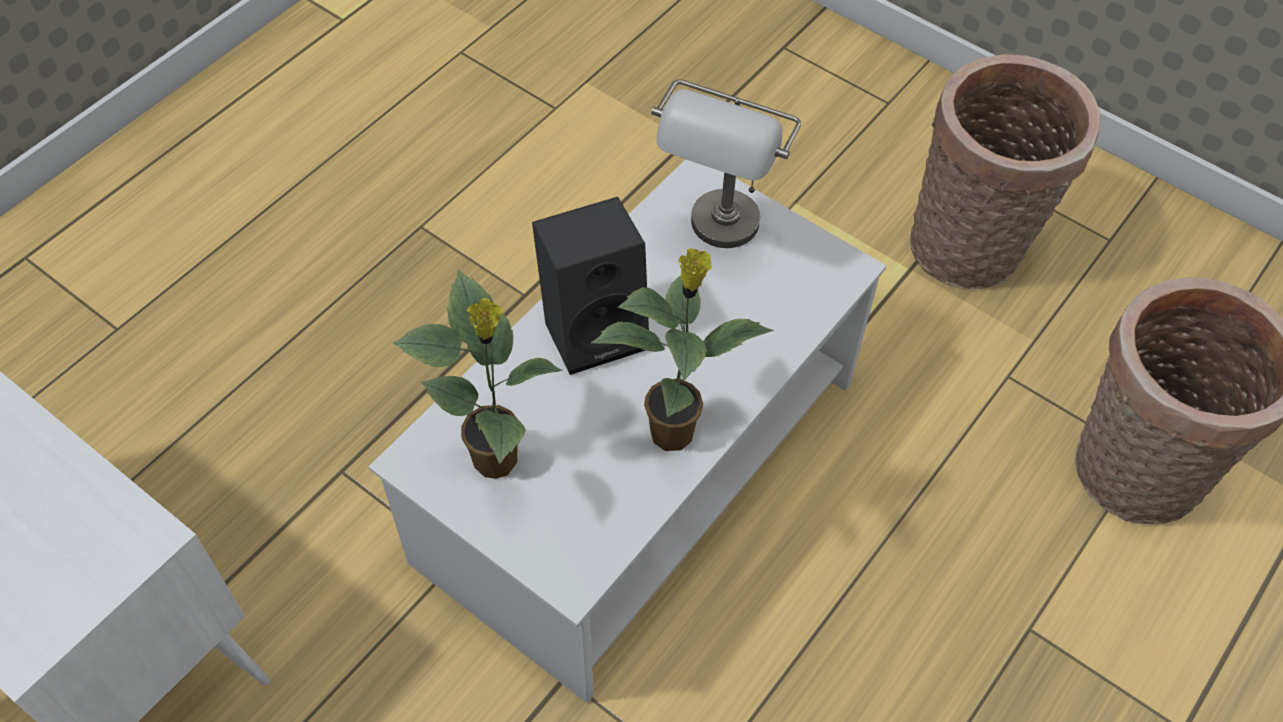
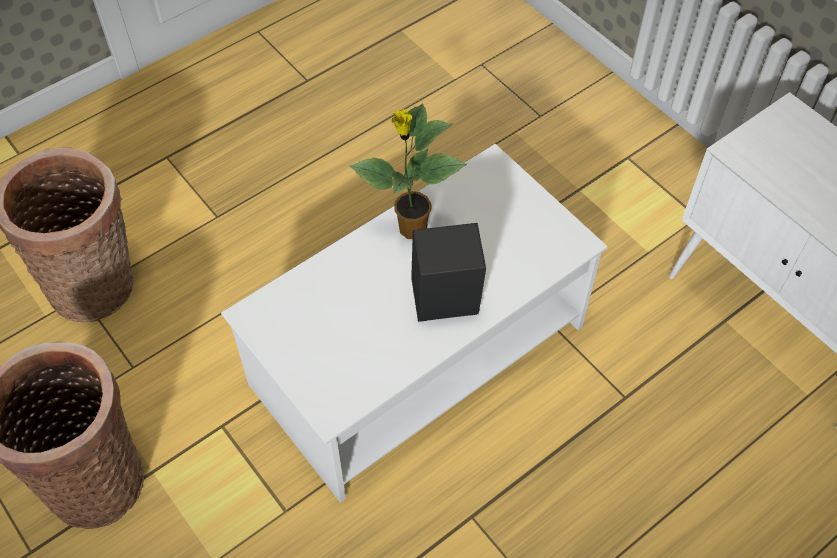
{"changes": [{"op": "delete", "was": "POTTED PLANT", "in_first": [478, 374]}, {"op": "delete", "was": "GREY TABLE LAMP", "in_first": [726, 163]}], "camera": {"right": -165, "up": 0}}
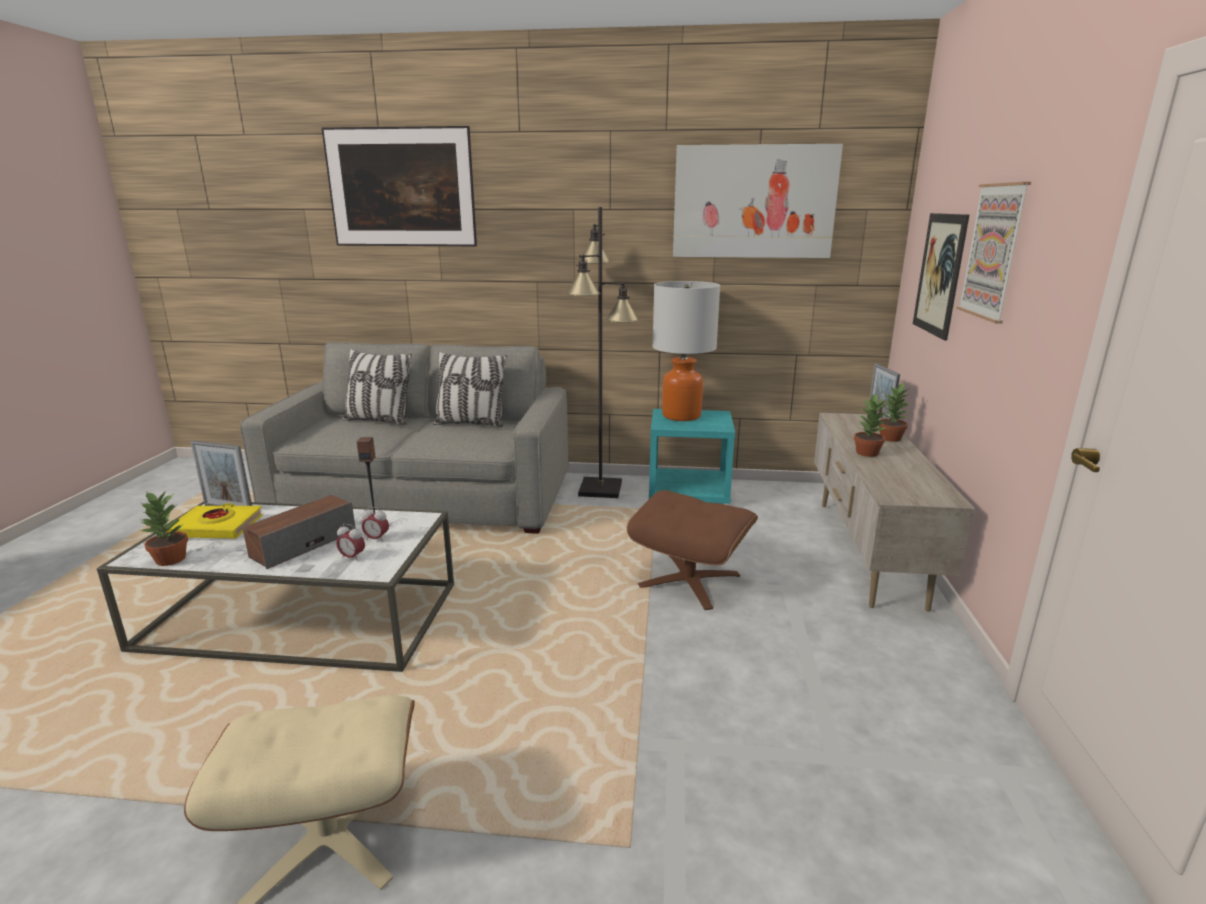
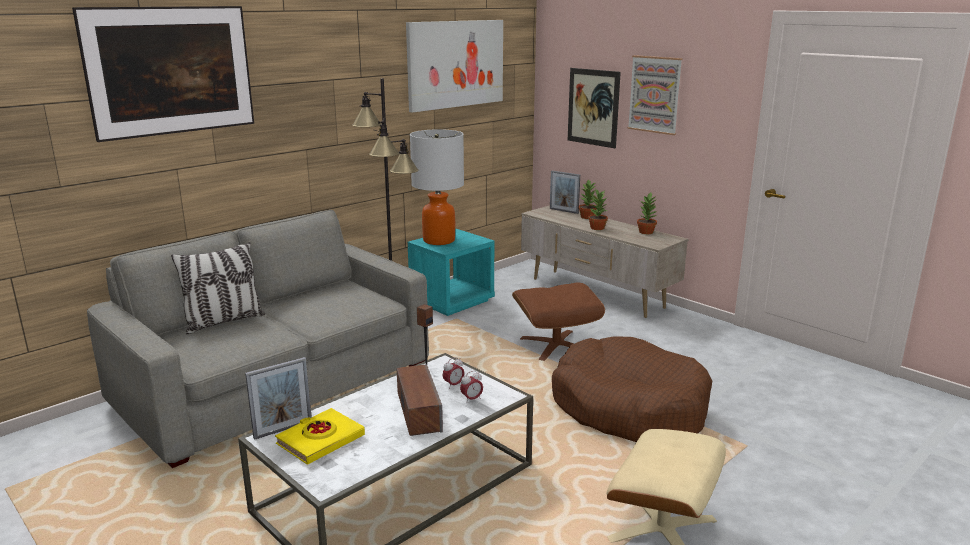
{"changes": [{"op": "delete", "was": "PILLOW", "in_first": [470, 389]}, {"op": "insert", "now": "BROWN DOG BED", "in_second": [632, 389]}, {"op": "move", "was": "POTTED PLANT", "in_first": [163, 528], "in_second": [647, 213]}], "camera": {"right": -50, "up": 0}}
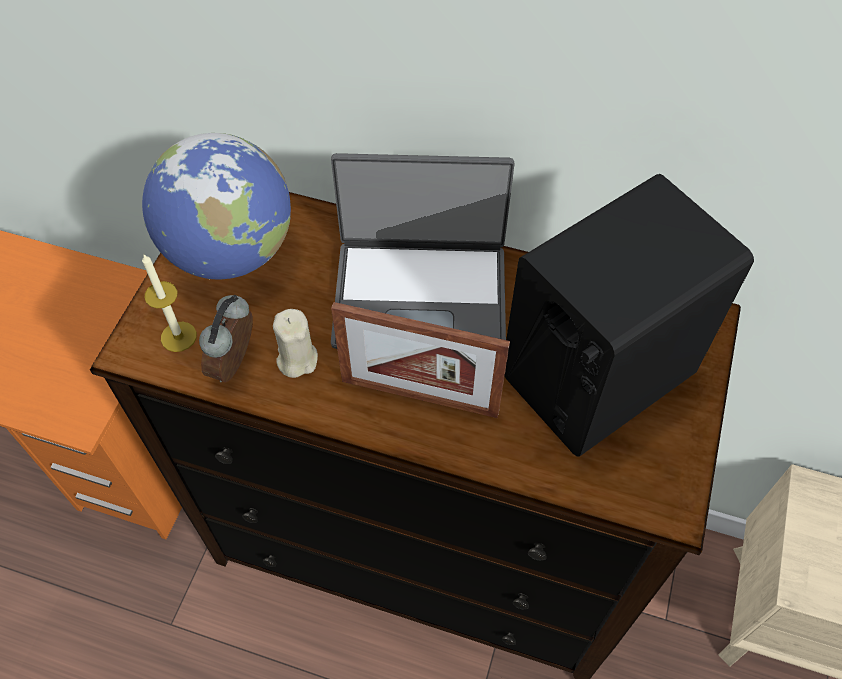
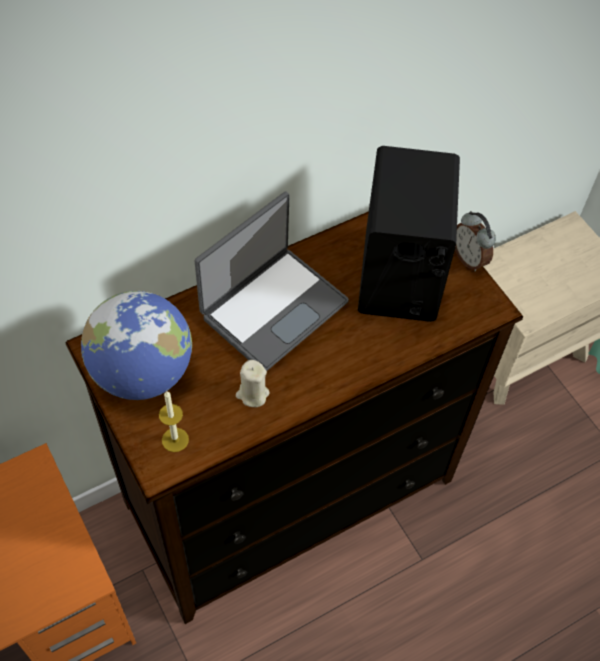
{"changes": [{"op": "delete", "was": "PICTURE FRAME", "in_first": [420, 360]}, {"op": "move", "was": "ALARM CLOCK", "in_first": [226, 338], "in_second": [475, 241]}], "camera": {"right": -50, "up": 0}}
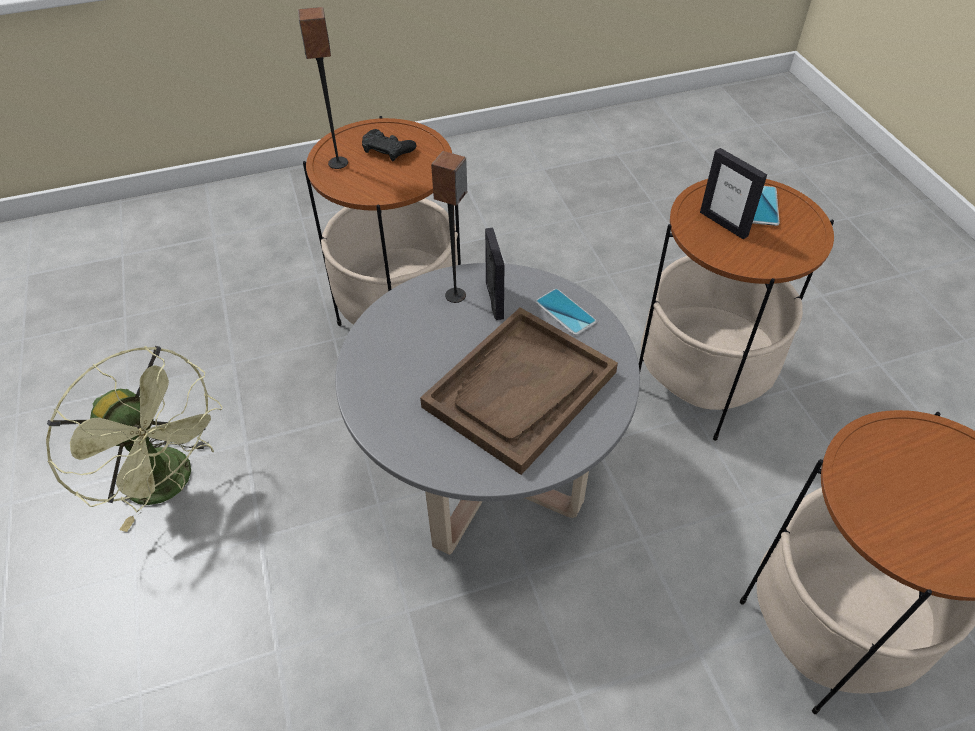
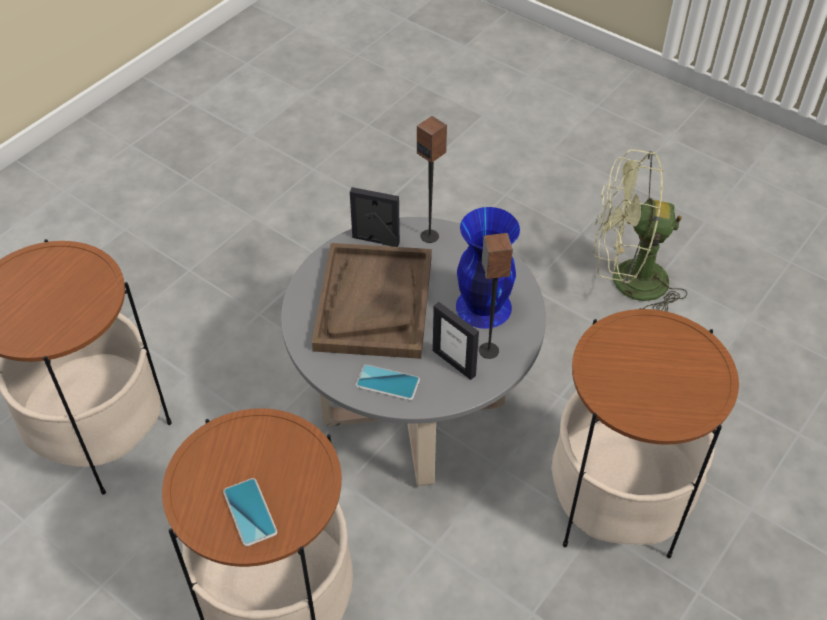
{"changes": [{"op": "delete", "was": "BLACK GAME CONTROLLER", "in_first": [389, 145]}, {"op": "insert", "now": "BLUE VASE", "in_second": [488, 268]}, {"op": "move", "was": "SPEAKER", "in_first": [323, 88], "in_second": [432, 179]}, {"op": "move", "was": "PICTURE FRAME", "in_first": [733, 193], "in_second": [375, 217]}], "camera": {"right": 145, "up": 0}}
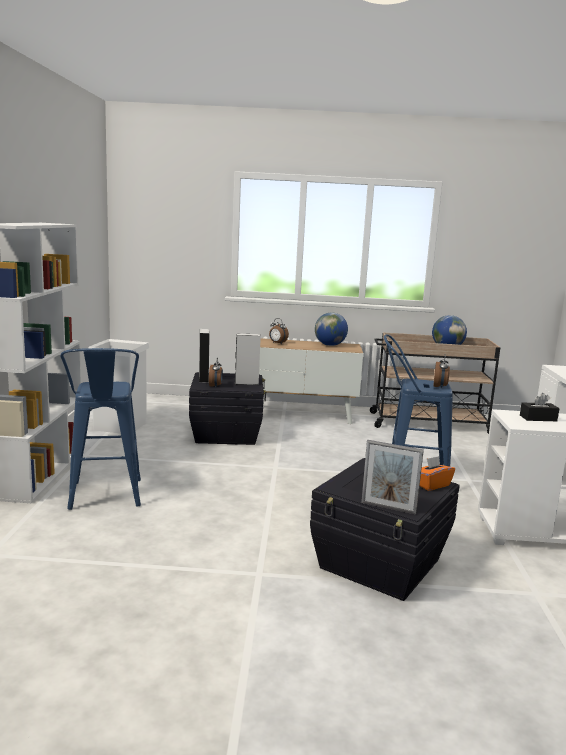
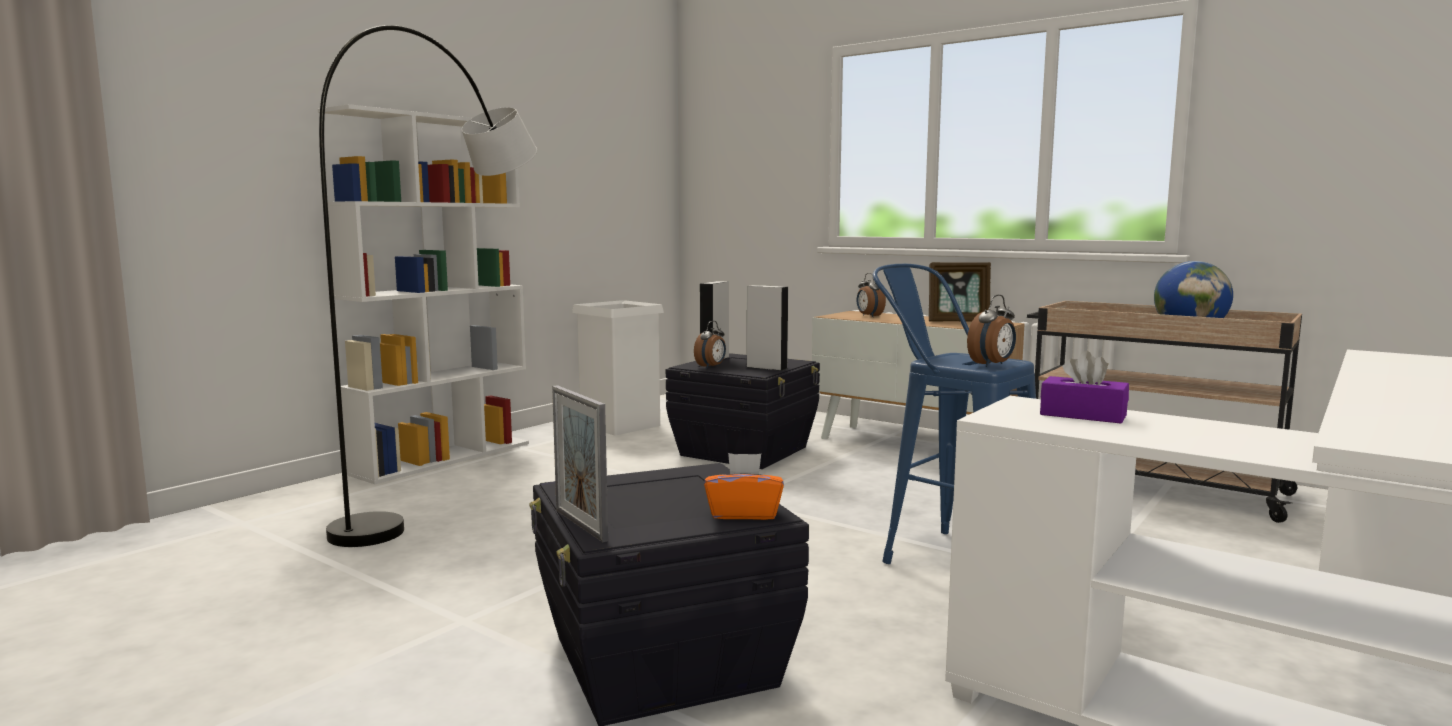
{"changes": [{"op": "replace", "was": "BLUE STOOL", "now": "GREY FLOOR LAMP", "in_first": [100, 429], "in_second": [428, 286]}, {"op": "replace", "was": "GLOBE", "now": "PICTURE FRAME", "in_first": [331, 329], "in_second": [960, 292]}, {"op": "recolor", "was": "BLACK TISSUE BOX", "now": "PURPLE TISSUE BOX", "in_first": [540, 407], "in_second": [1084, 387]}], "camera": {"right": 35, "up": -5}}
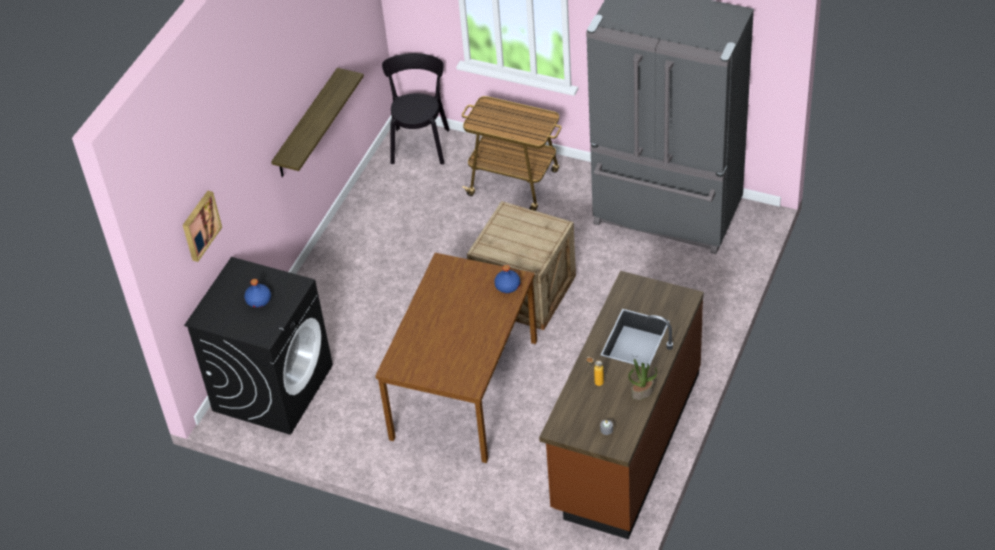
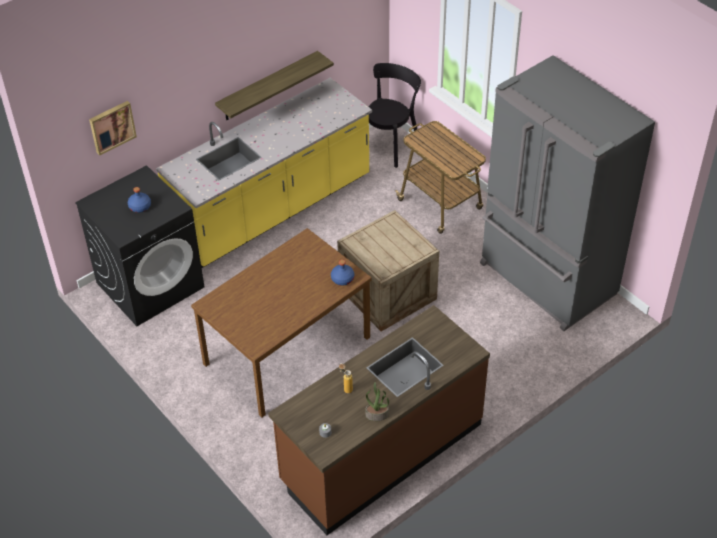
{"changes": [{"op": "insert", "now": "YELLOW COUNTER", "in_second": [264, 173]}], "camera": {"right": 25, "up": 0}}
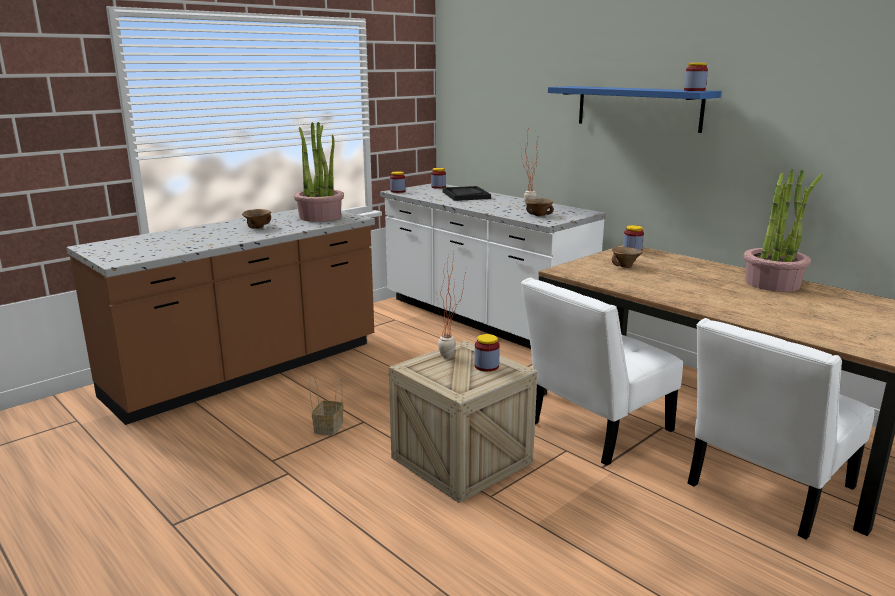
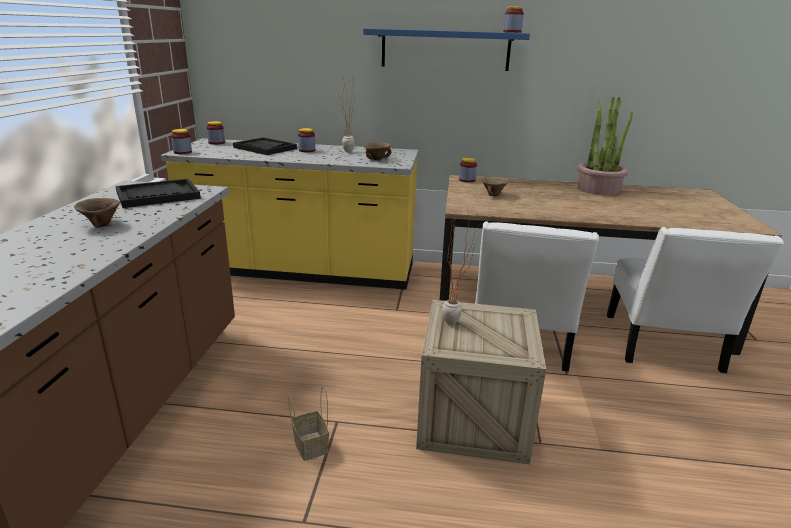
{"changes": [{"op": "move", "was": "JAR", "in_first": [487, 353], "in_second": [306, 140]}, {"op": "replace", "was": "POTTED PLANT", "now": "BLACK TRAY", "in_first": [319, 172], "in_second": [158, 193]}, {"op": "recolor", "was": "WHITE COUNTER", "now": "YELLOW COUNTER", "in_first": [493, 266], "in_second": [290, 214]}], "camera": {"right": -40, "up": 5}}
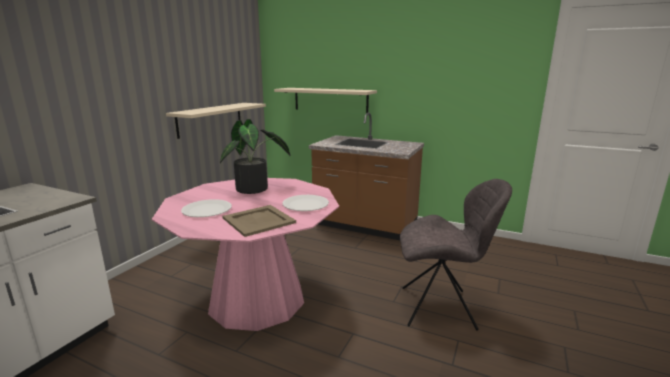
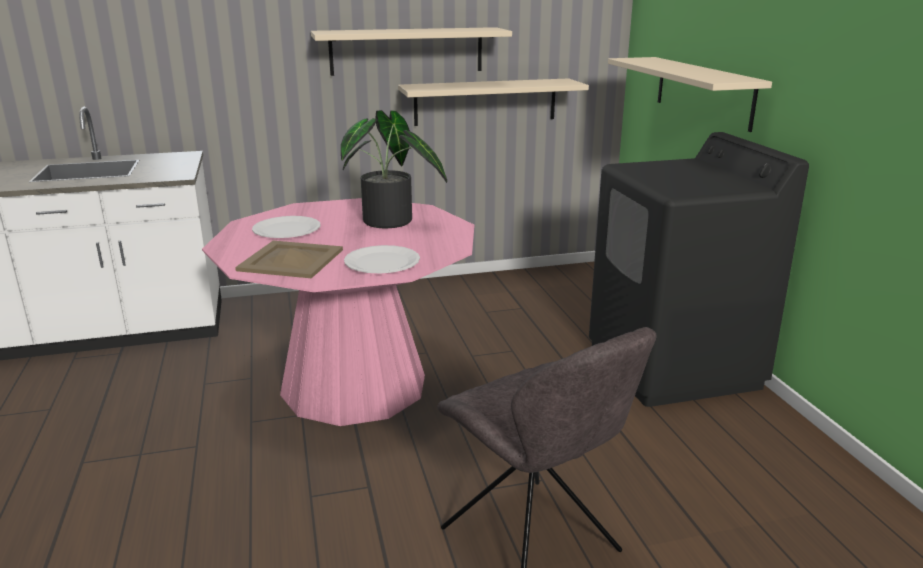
{"changes": [{"op": "insert", "now": "BEIGE SHELF", "in_second": [411, 51]}, {"op": "replace", "was": "BROWN COUNTER", "now": "BLACK WASHING MACHINE", "in_first": [366, 176], "in_second": [699, 269]}], "camera": {"right": 50, "up": 5}}
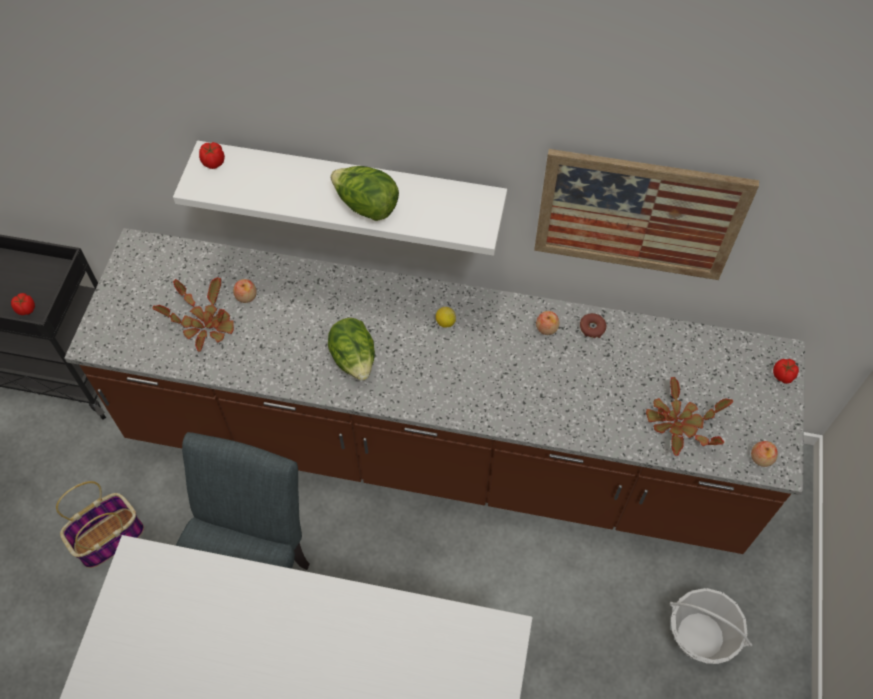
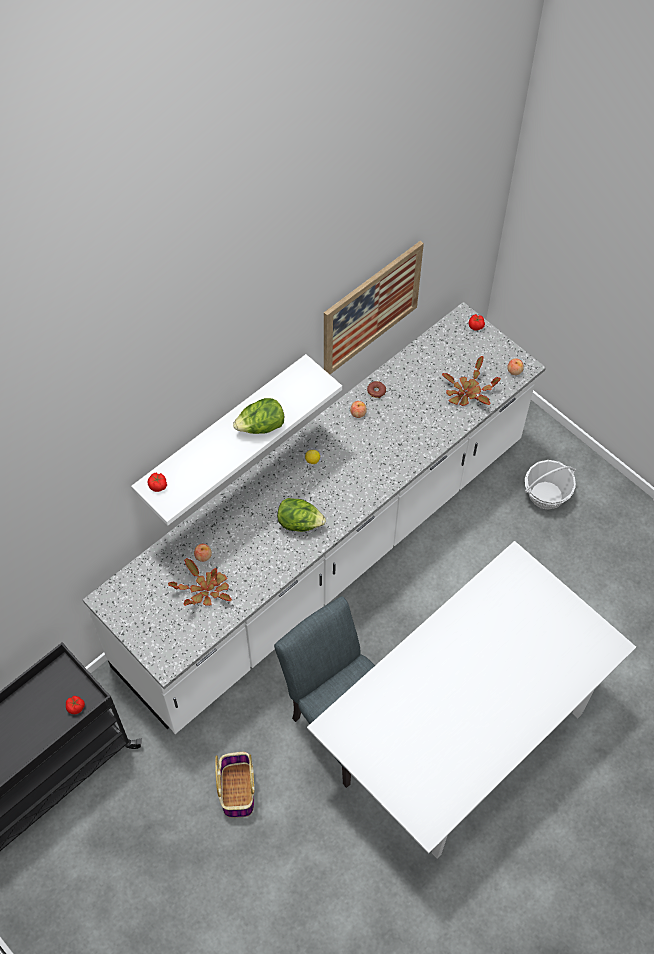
{"changes": [{"op": "recolor", "was": "BROWN COUNTER", "now": "WHITE COUNTER", "in_first": [434, 391], "in_second": [314, 518]}], "camera": {"right": -55, "up": 0}}
